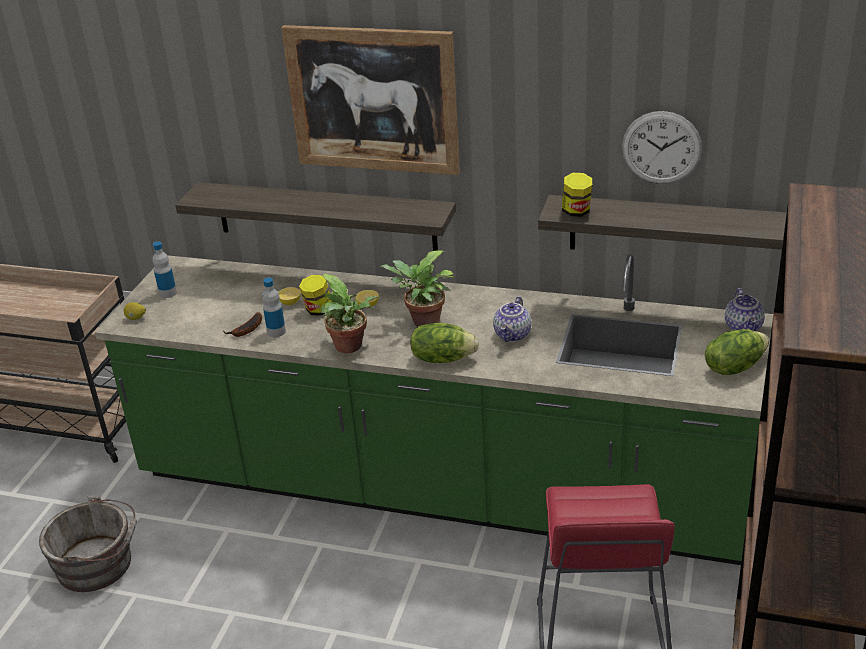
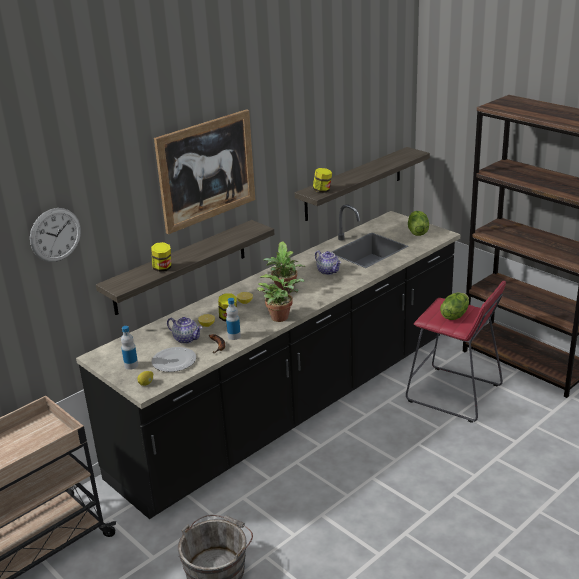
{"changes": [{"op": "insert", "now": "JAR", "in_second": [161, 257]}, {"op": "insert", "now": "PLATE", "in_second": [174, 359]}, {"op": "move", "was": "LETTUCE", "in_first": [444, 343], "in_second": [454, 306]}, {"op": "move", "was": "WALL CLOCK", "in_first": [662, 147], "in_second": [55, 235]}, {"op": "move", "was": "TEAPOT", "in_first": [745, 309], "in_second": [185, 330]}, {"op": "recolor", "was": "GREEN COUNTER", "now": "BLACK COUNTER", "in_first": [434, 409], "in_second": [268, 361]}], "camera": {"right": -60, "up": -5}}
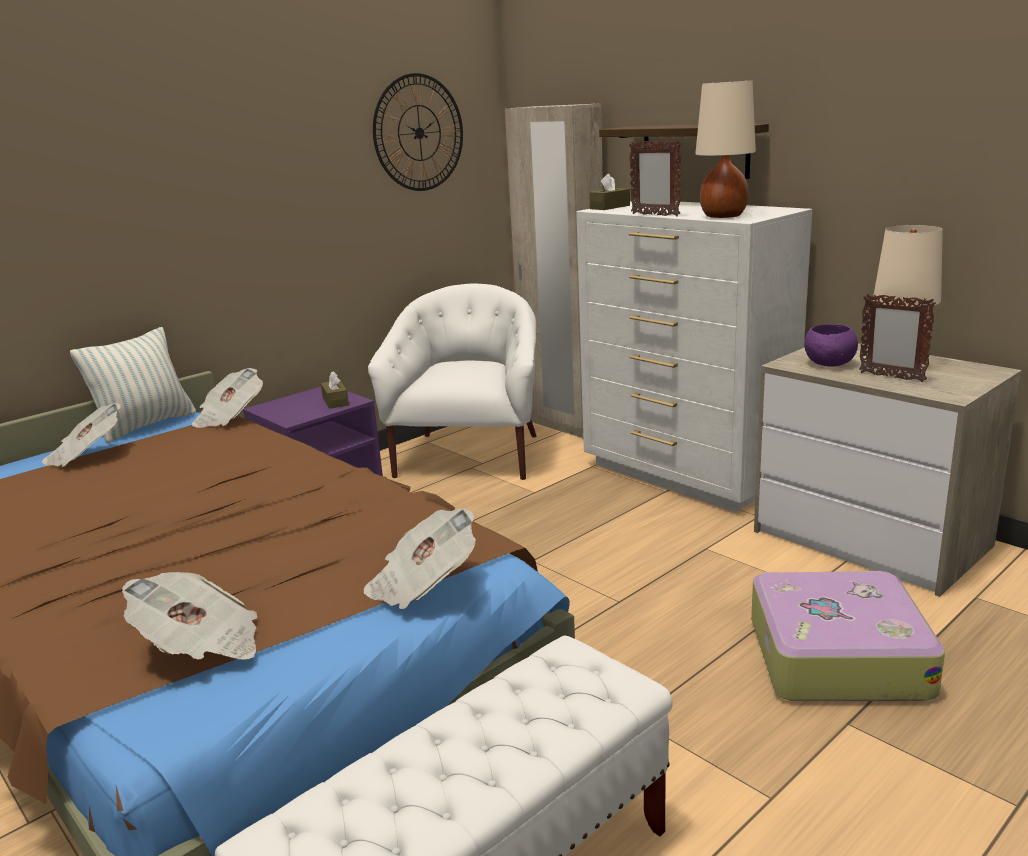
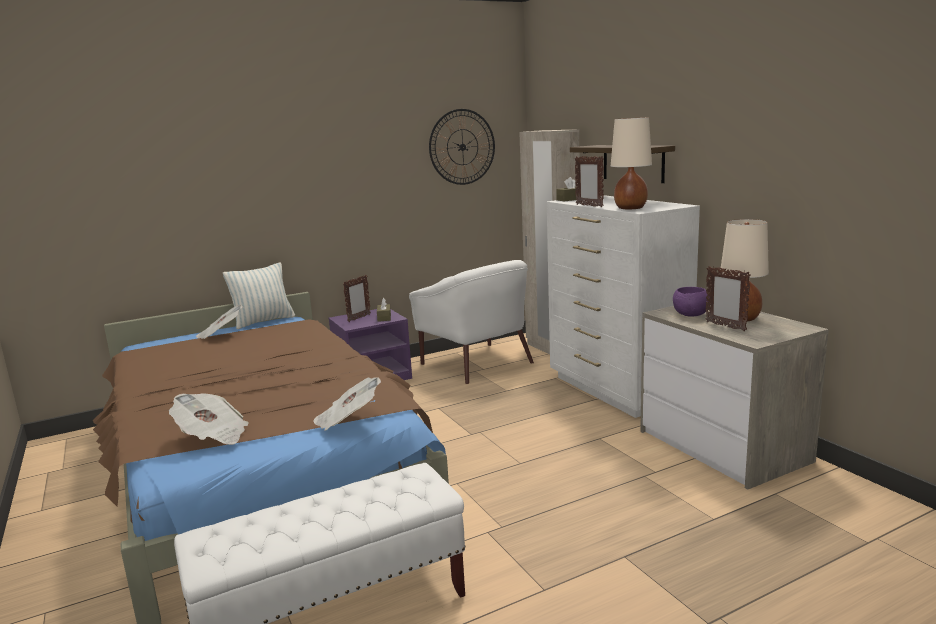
{"changes": [{"op": "delete", "was": "NEWSPAPER", "in_first": [227, 398]}, {"op": "delete", "was": "SUITCASE", "in_first": [848, 636]}, {"op": "insert", "now": "PICTURE FRAME", "in_second": [357, 298]}, {"op": "rotate", "was": "WHITE ARMCHAIR", "in_first": [452, 382], "in_second": [471, 322], "clockwise": 120}], "camera": {"right": 15, "up": -5}}
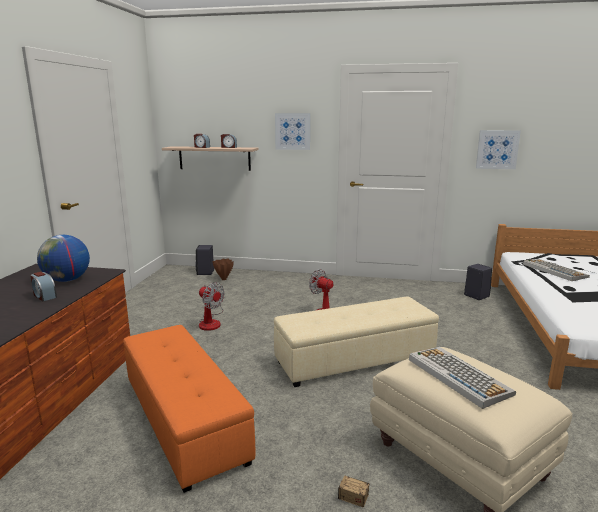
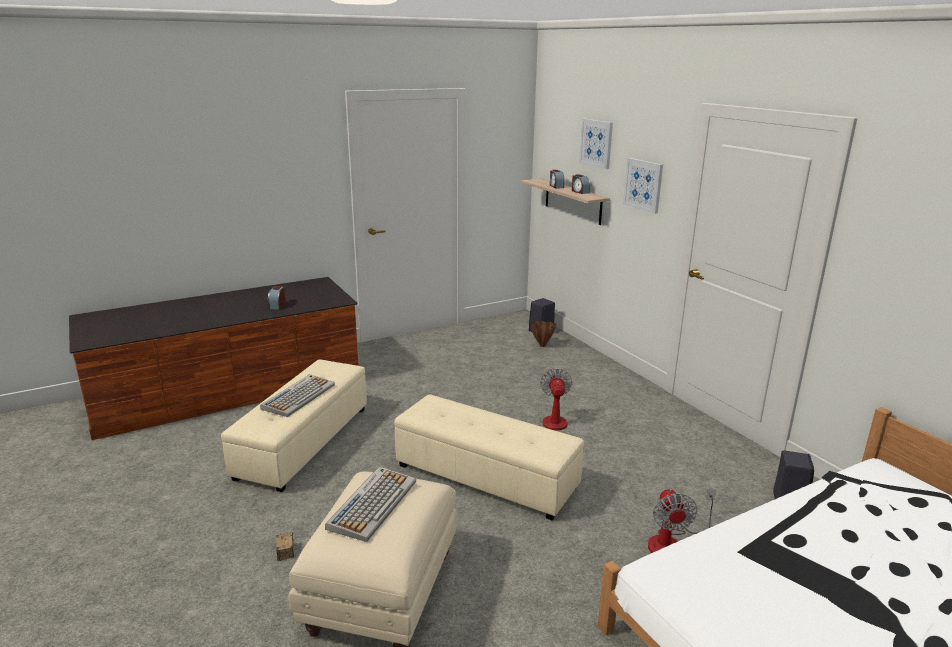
{"changes": [{"op": "delete", "was": "GLOBE", "in_first": [63, 258]}, {"op": "move", "was": "FAN", "in_first": [212, 306], "in_second": [682, 521]}, {"op": "move", "was": "PICTURE", "in_first": [498, 149], "in_second": [596, 143]}, {"op": "move", "was": "KEYBOARD", "in_first": [556, 270], "in_second": [297, 395]}, {"op": "recolor", "was": "ORANGE OTTOMAN", "now": "BEIGE OTTOMAN", "in_first": [189, 409], "in_second": [294, 426]}], "camera": {"right": 50, "up": 5}}
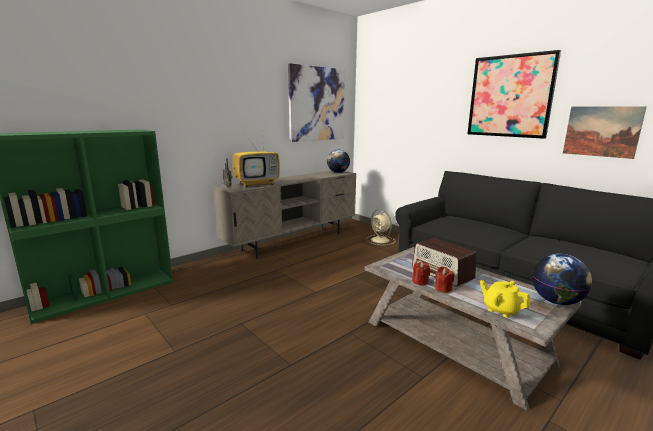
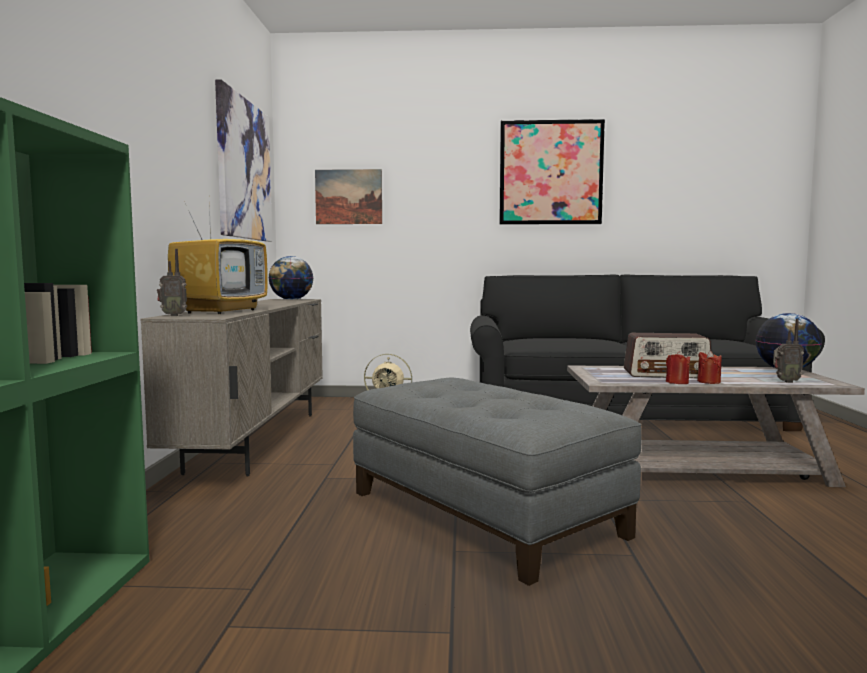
{"changes": [{"op": "insert", "now": "GREY OTTOMAN", "in_second": [497, 482]}, {"op": "move", "was": "PICTURE", "in_first": [605, 132], "in_second": [348, 196]}, {"op": "replace", "was": "YELLOW TEAPOT", "now": "RADIO", "in_first": [505, 299], "in_second": [788, 350]}], "camera": {"right": -45, "up": -10}}
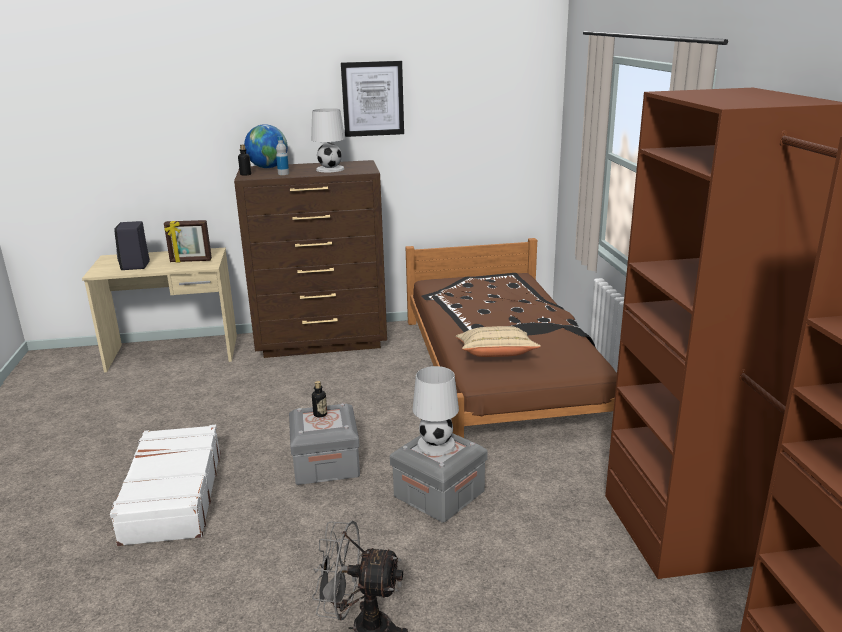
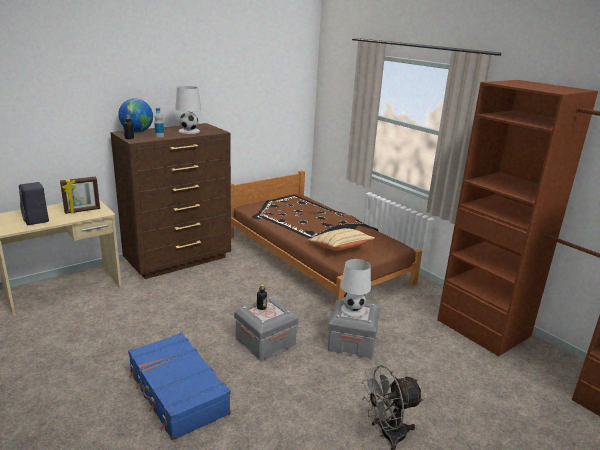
{"changes": [{"op": "delete", "was": "PICTURE", "in_first": [372, 99]}, {"op": "recolor", "was": "WHITE SUITCASE", "now": "BLUE SUITCASE", "in_first": [165, 485], "in_second": [179, 386]}], "camera": {"right": -30, "up": 0}}
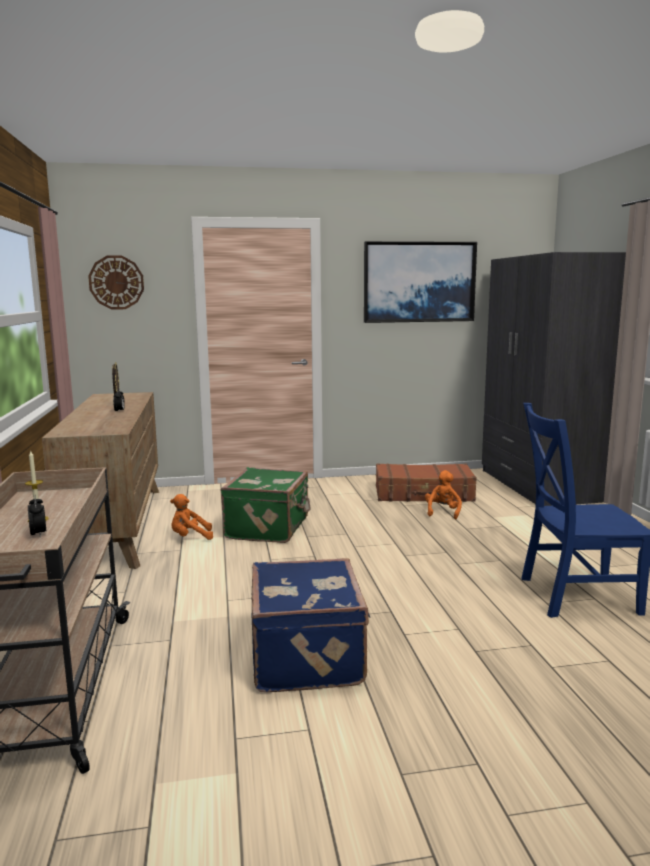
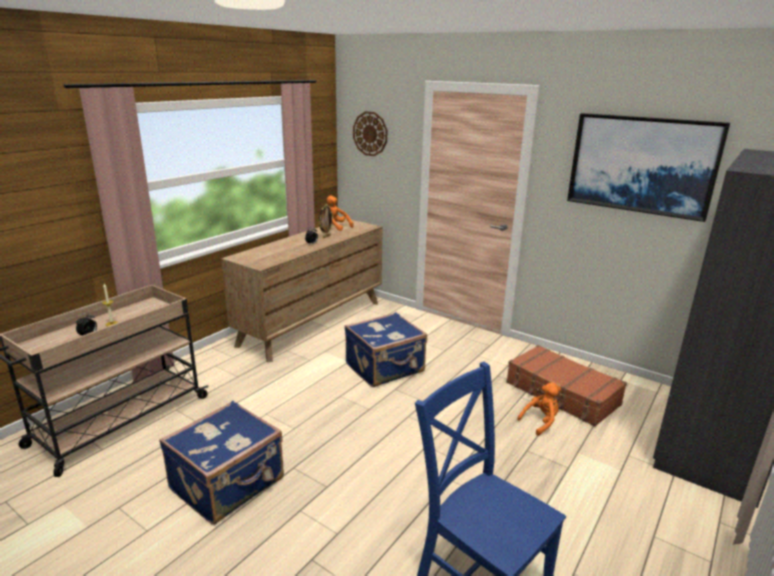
{"changes": [{"op": "move", "was": "ORANGE PLUSH TOY", "in_first": [191, 517], "in_second": [340, 213]}, {"op": "recolor", "was": "GREEN SUITCASE", "now": "BLUE SUITCASE", "in_first": [266, 505], "in_second": [386, 349]}], "camera": {"right": 45, "up": 10}}
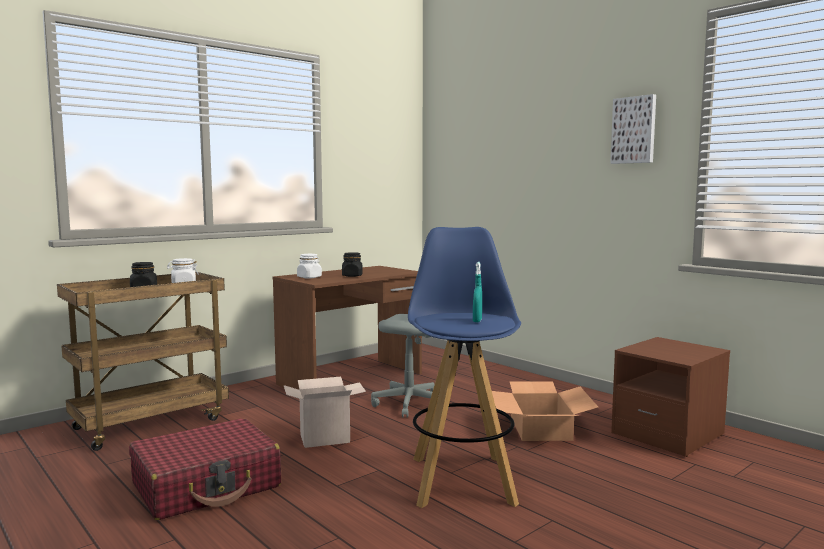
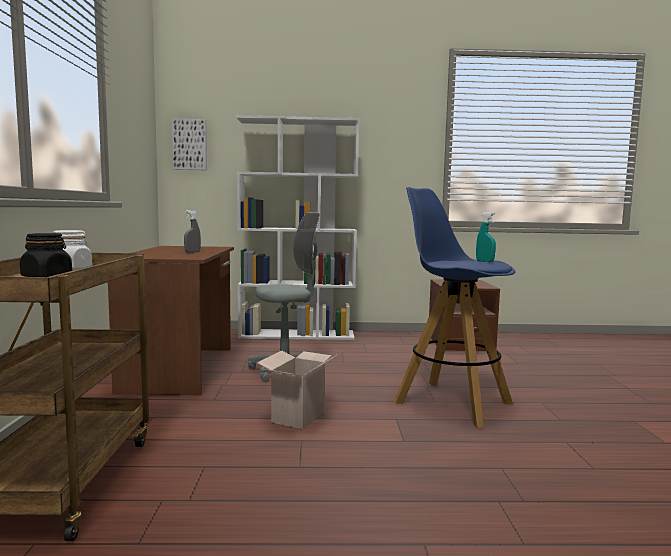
{"changes": [{"op": "delete", "was": "RED SUITCASE", "in_first": [205, 469]}, {"op": "delete", "was": "WHITE JAR", "in_first": [309, 266]}, {"op": "delete", "was": "CARDBOARD BOX", "in_first": [545, 411]}, {"op": "insert", "now": "WHITE BOOKCASE", "in_second": [298, 227]}, {"op": "move", "was": "PICTURE", "in_first": [633, 129], "in_second": [189, 144]}, {"op": "replace", "was": "BLACK JAR", "now": "GREY SPRAY BOTTLE", "in_first": [352, 264], "in_second": [192, 231]}], "camera": {"right": -50, "up": 0}}
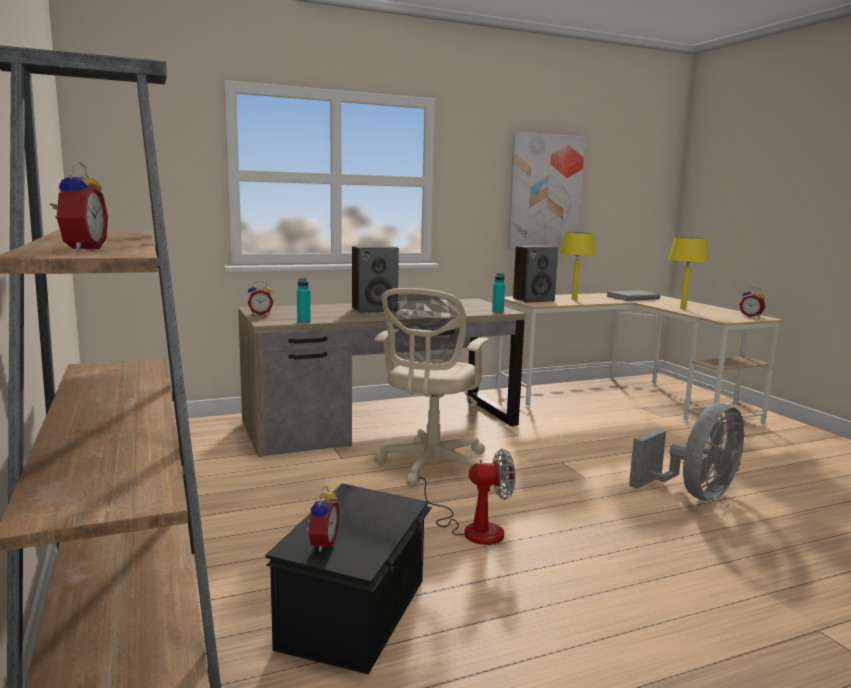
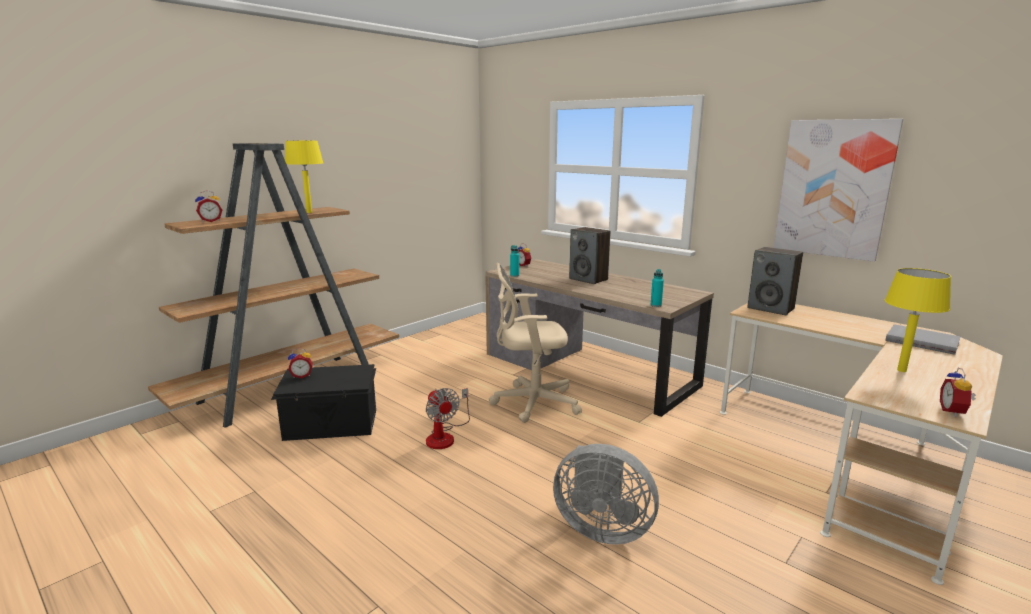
{"changes": [{"op": "move", "was": "YELLOW TABLE LAMP", "in_first": [578, 266], "in_second": [304, 177]}], "camera": {"right": 65, "up": 5}}
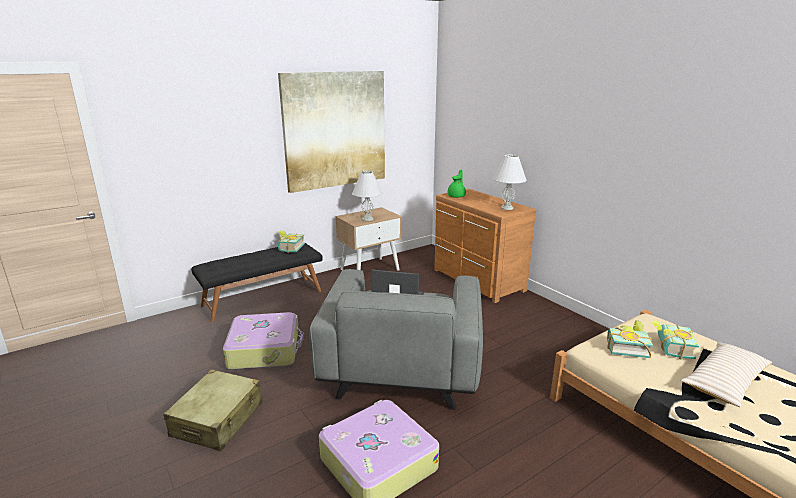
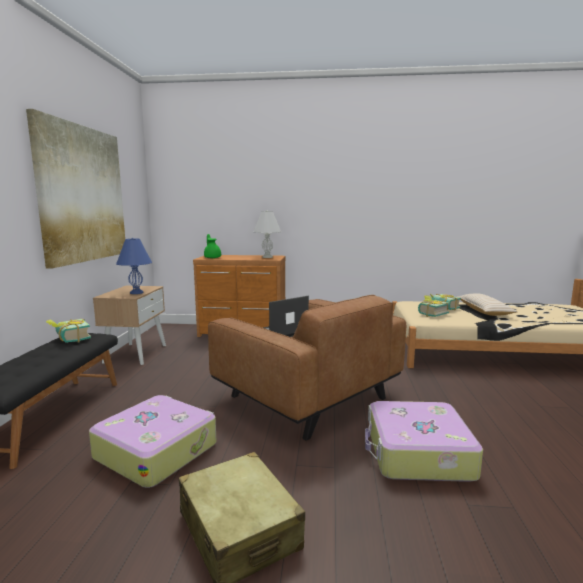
{"changes": [{"op": "recolor", "was": "GREY ARMCHAIR", "now": "BROWN ARMCHAIR", "in_first": [396, 339], "in_second": [307, 368]}, {"op": "recolor", "was": "WHITE TABLE LAMP", "now": "BLUE TABLE LAMP", "in_first": [367, 196], "in_second": [134, 266]}], "camera": {"right": -50, "up": -10}}
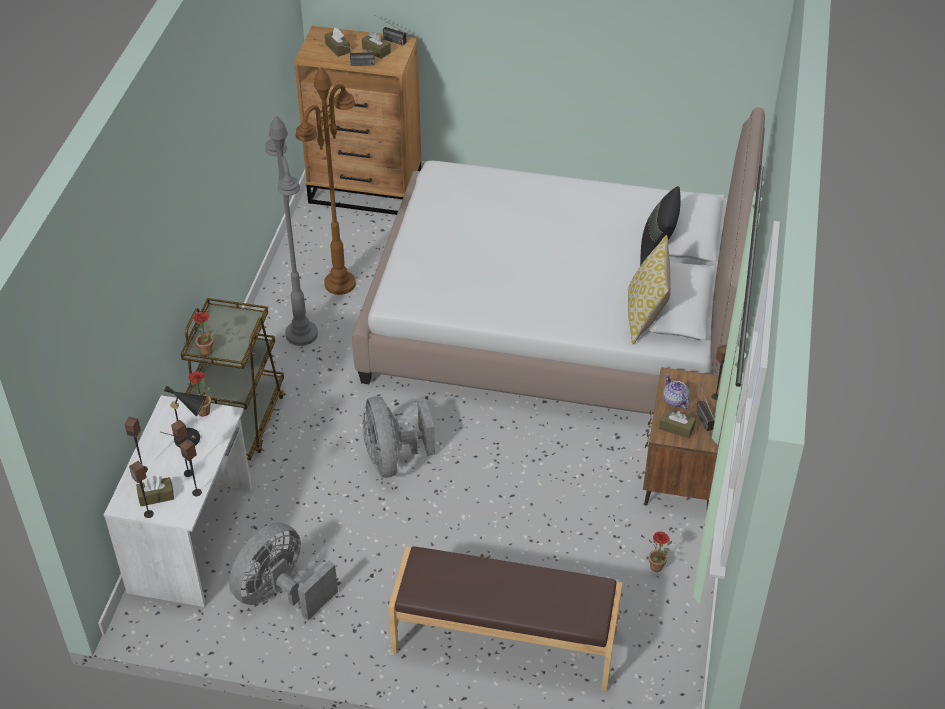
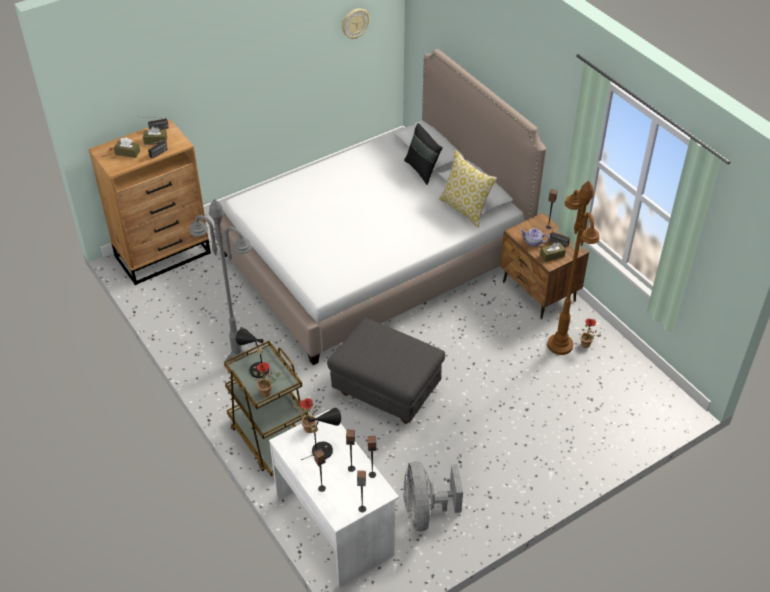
{"changes": [{"op": "delete", "was": "BROWN TISSUE BOX", "in_first": [155, 491]}, {"op": "delete", "was": "BROWN BENCH", "in_first": [505, 618]}, {"op": "insert", "now": "BLACK TABLE LAMP", "in_second": [255, 354]}, {"op": "insert", "now": "WALL CLOCK", "in_second": [356, 24]}, {"op": "move", "was": "BROWN FLOOR LAMP", "in_first": [326, 181], "in_second": [573, 268]}, {"op": "replace", "was": "GREY FAN", "now": "GREY OTTOMAN", "in_first": [399, 437], "in_second": [386, 371]}], "camera": {"right": -45, "up": 0}}
